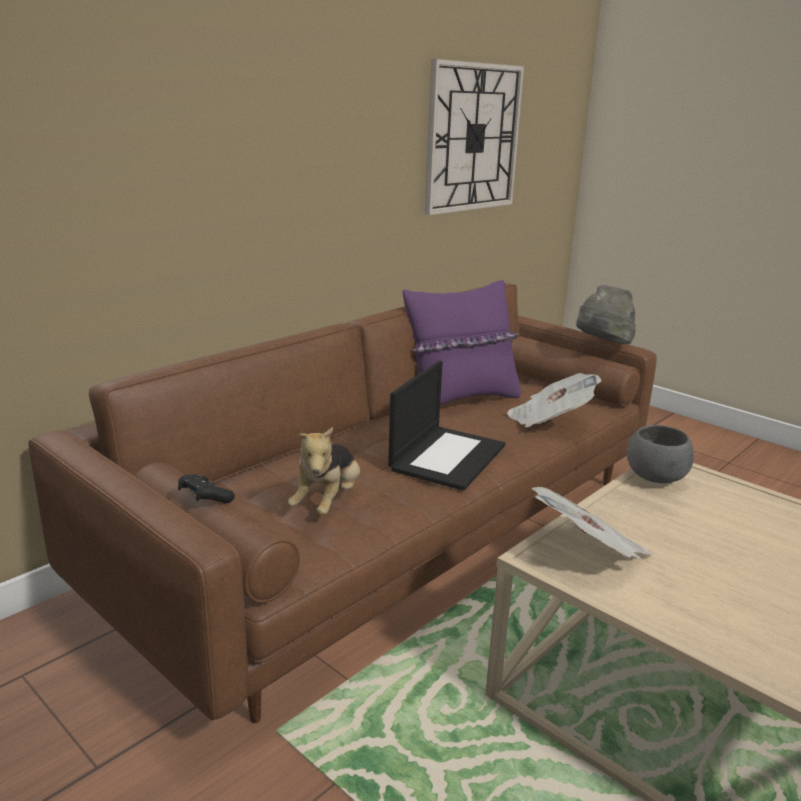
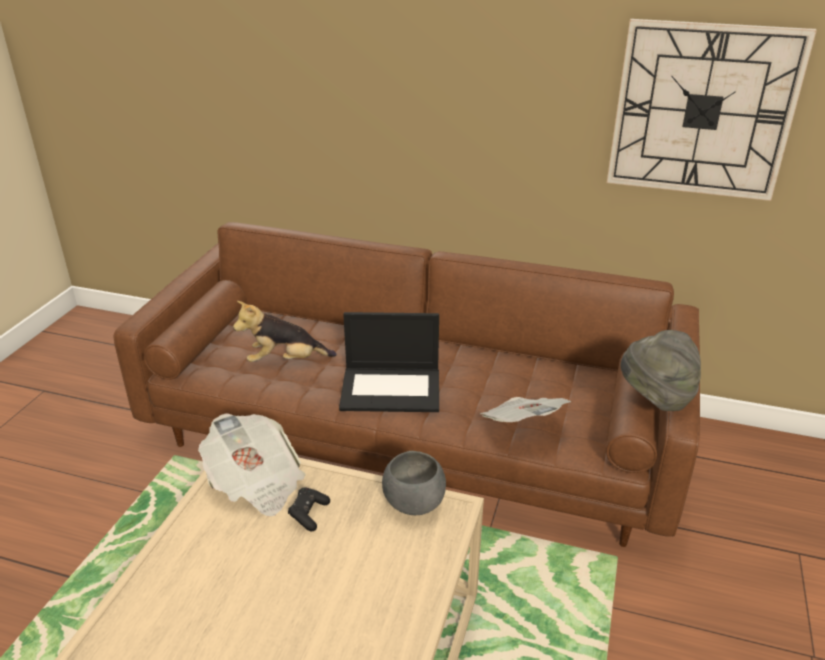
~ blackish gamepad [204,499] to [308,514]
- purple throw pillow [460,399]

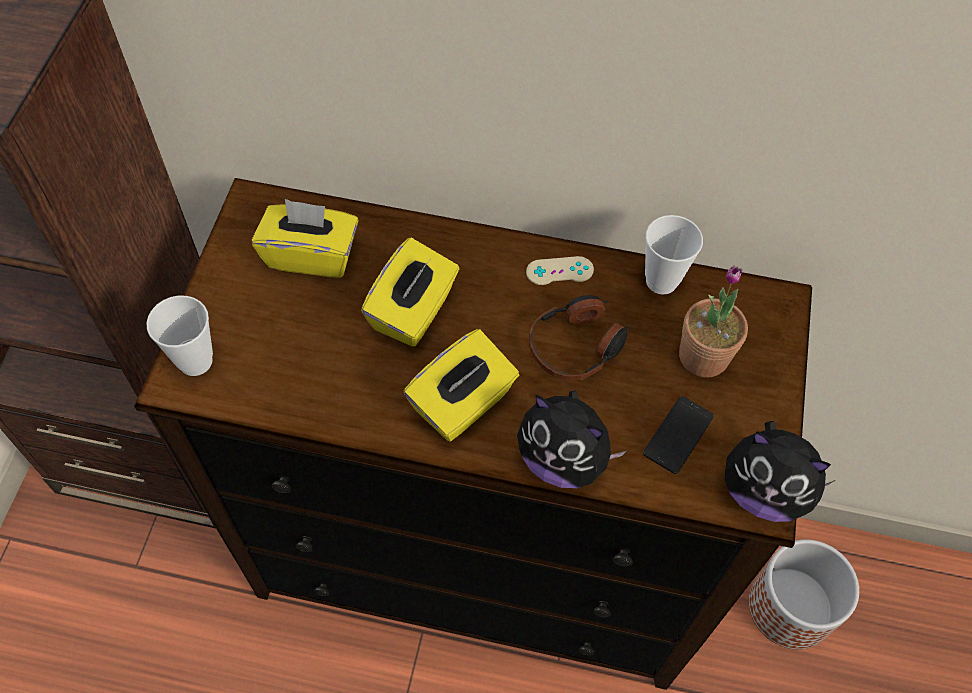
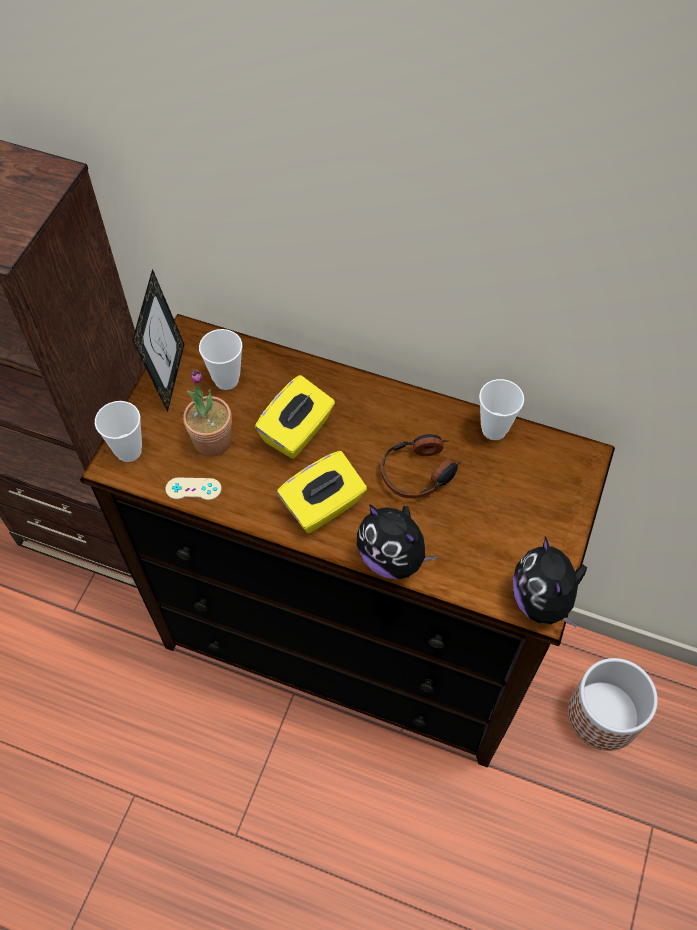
~ yellow-coloured box of tissues [311,255] to small cup [226,380]
~ sand-coloured gamepad [559,271] to [193,489]
- telephone [678,435]
~ potted plant [703,356] to [212,440]
~ plush toy [763,491] = [543,600] 45 degrees clockwise
+ photo frame [169,376]

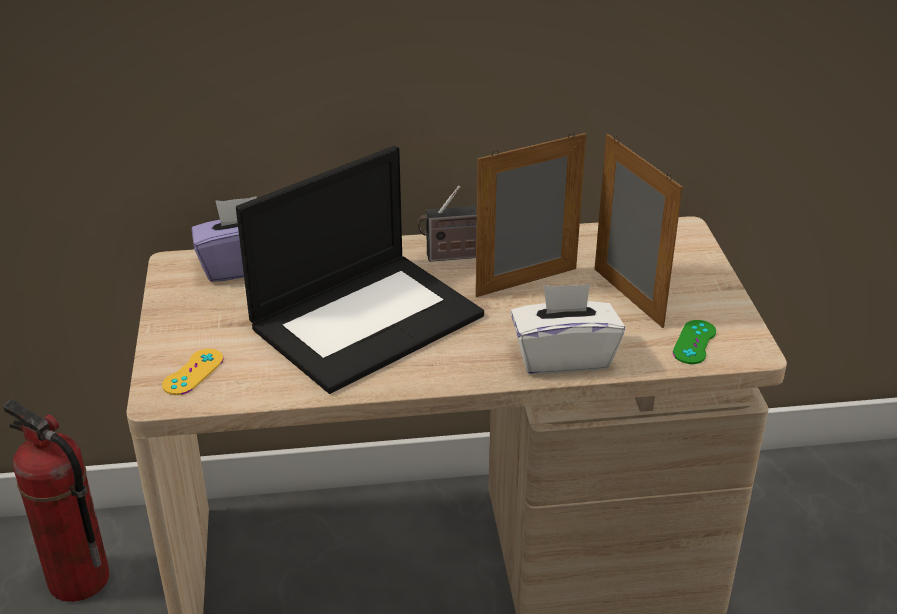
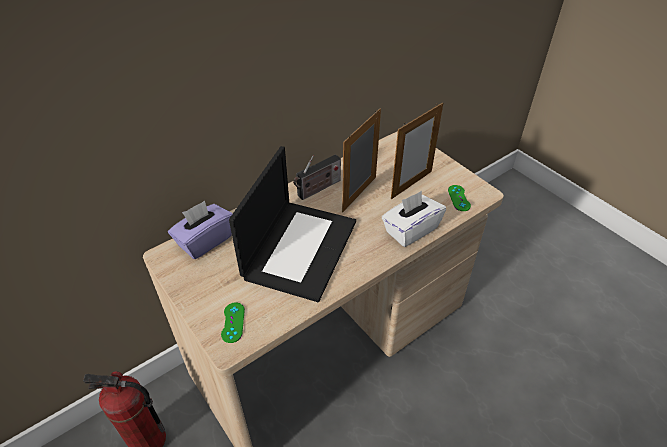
~ yellow-coloured gamepad [193,372] to greenish gamepad [233,322]
~ photo frame [627,297] = [411,184] 105 degrees clockwise

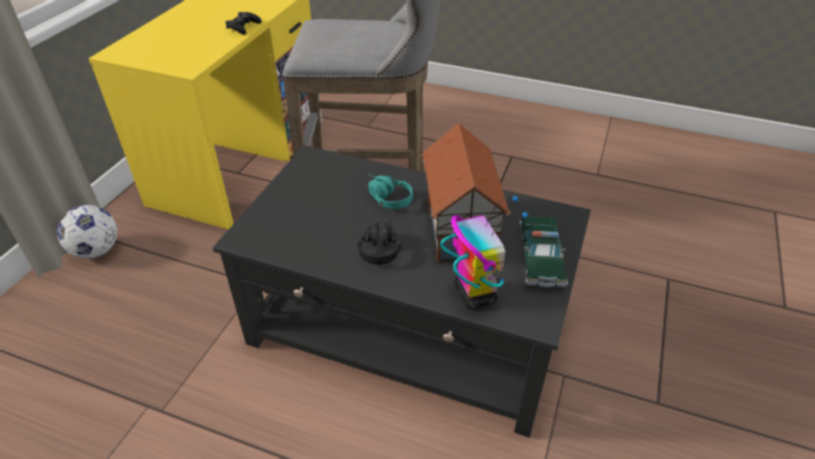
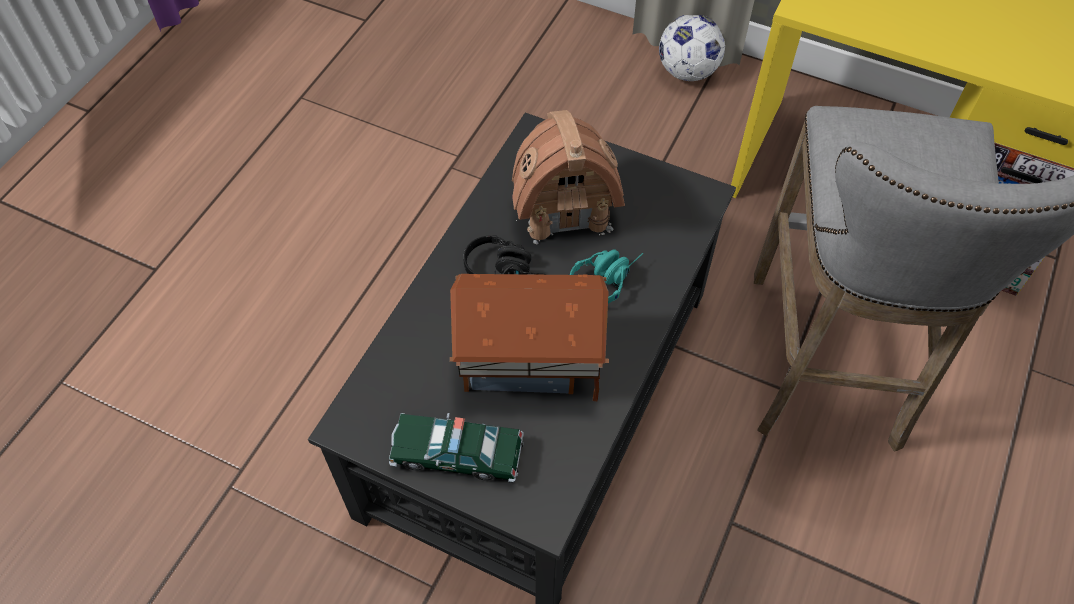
- blackish gamepad [243,27]
- model robot [474,293]
+ model house [563,207]

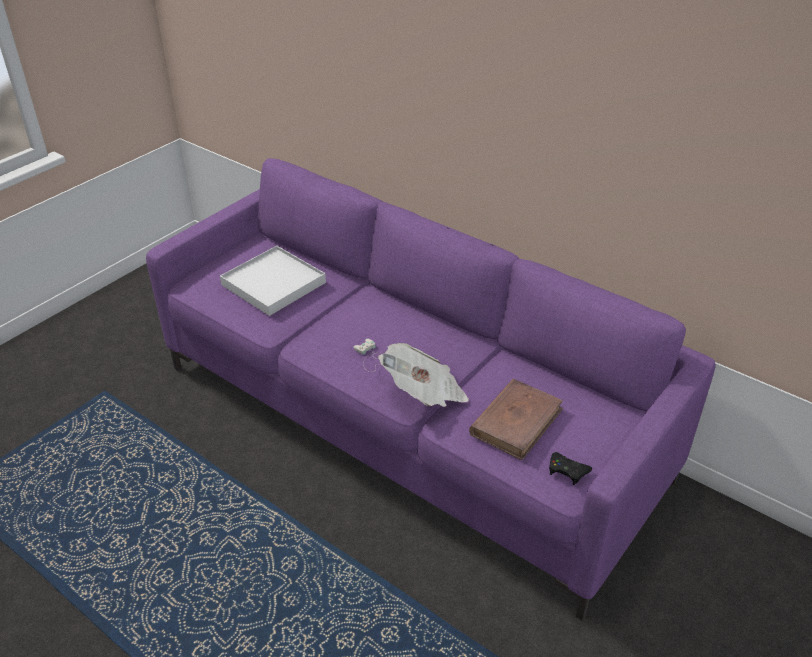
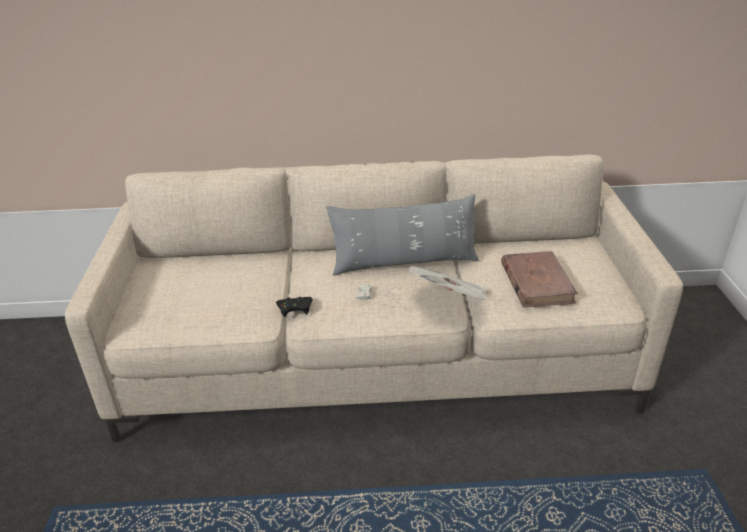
~ purple sofa [406,422] to sand-coloured sofa [376,362]
- whitish tray [273,284]
~ blackish gamepad [567,471] to [295,308]
+ grey throw pillow [404,262]

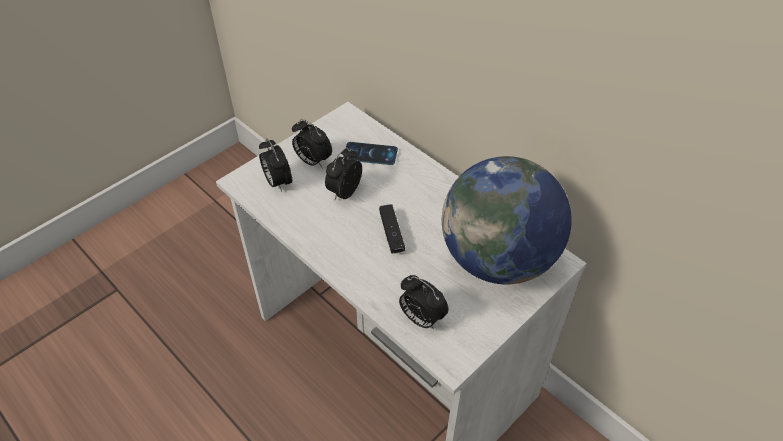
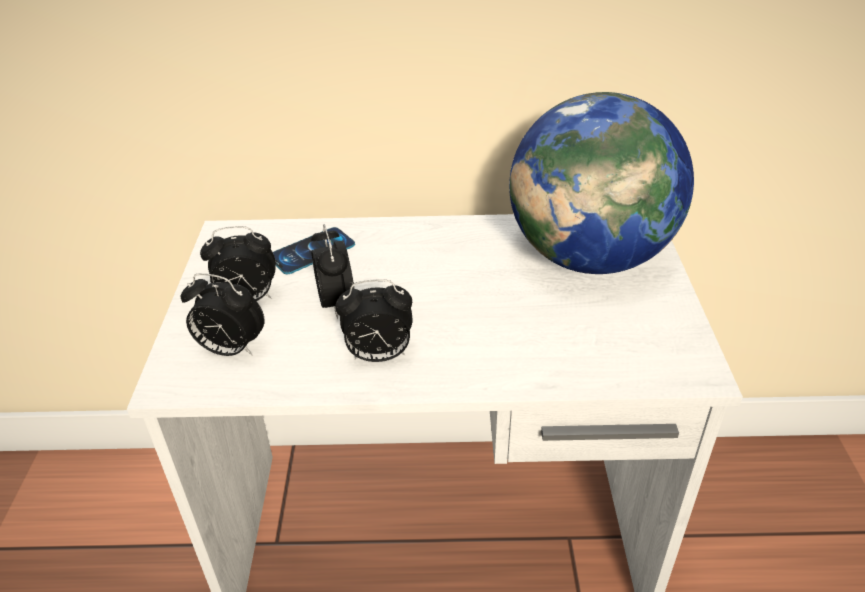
- blackish gamepad [391,233]
~ table clock [421,318] to [378,356]

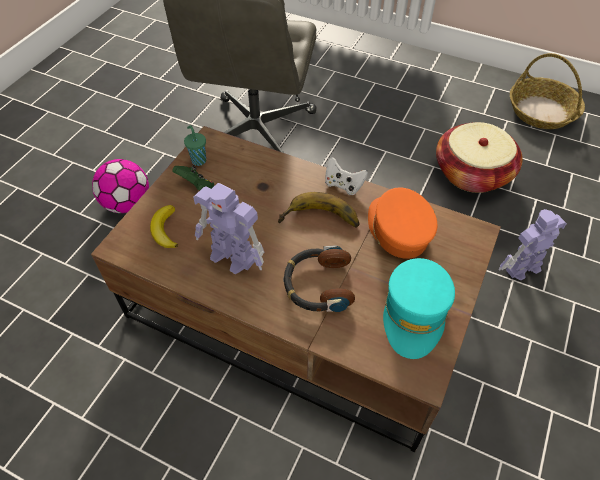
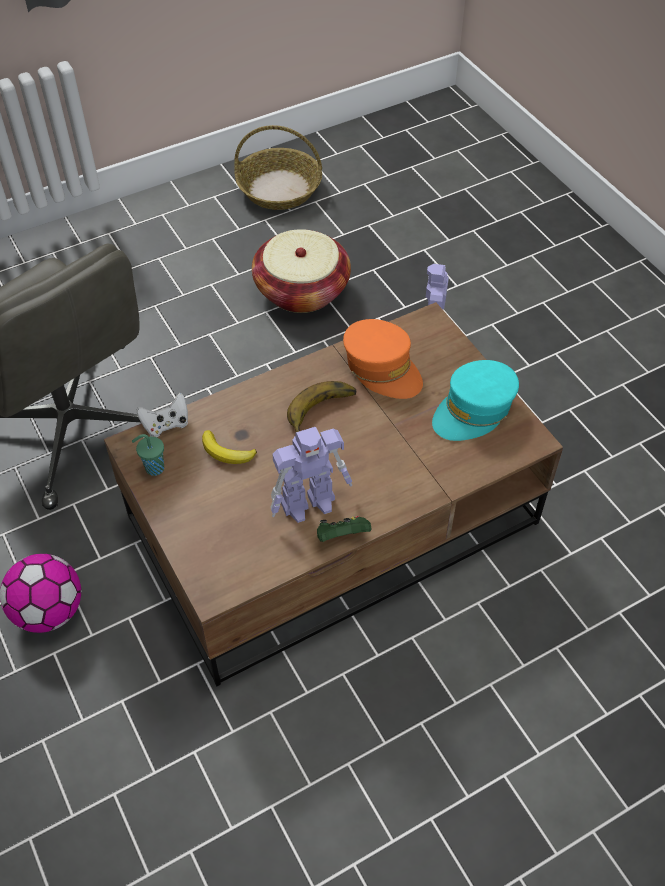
~ banana fruit [165,230] to [226,452]
~ greenish gamepad [197,187] to [342,536]
- headset [318,284]
~ whitish gamepad [343,185] to [166,425]
~ orangey baseball cap [397,230] = [382,368] 150 degrees counterclockwise
~ blue-green baseball cap [415,314] = [474,410] 90 degrees clockwise

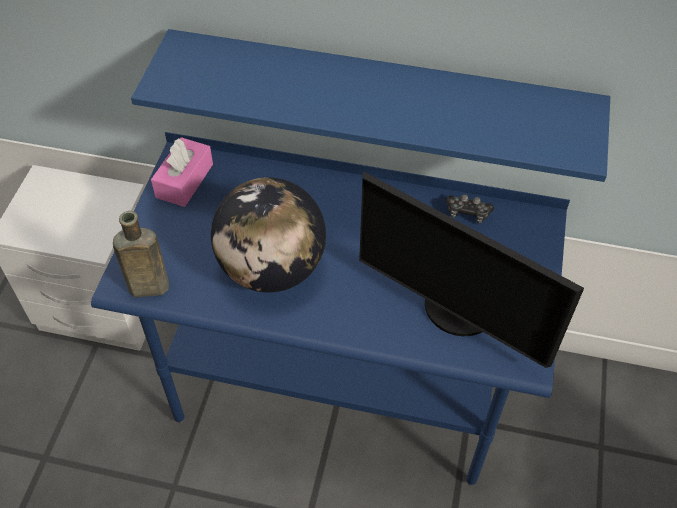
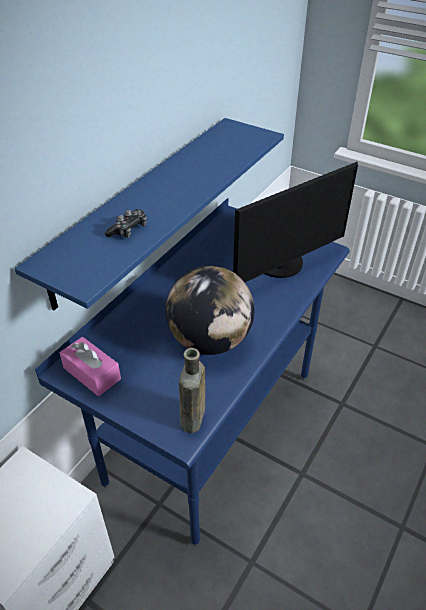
~ gamepad [467,213] to [128,230]

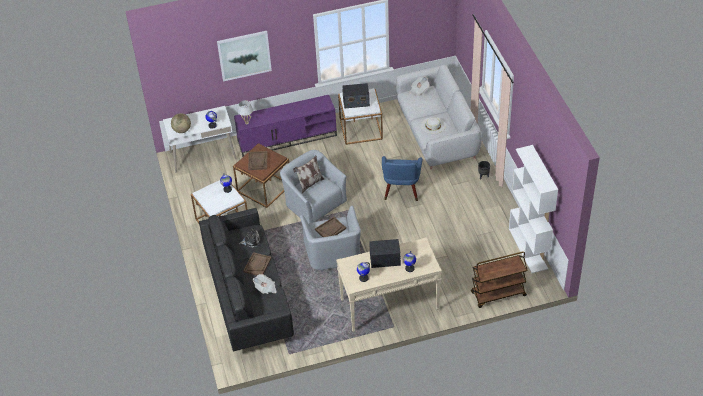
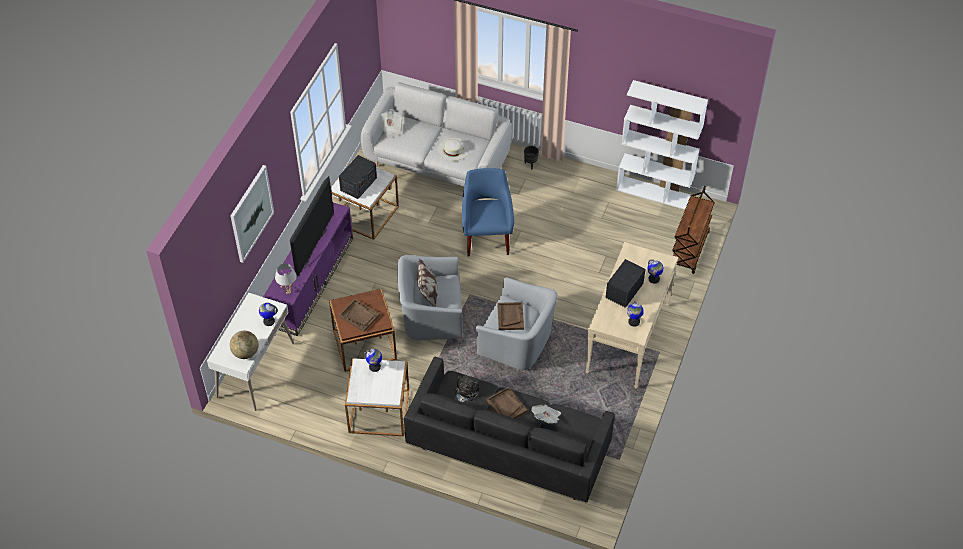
~ blue armchair [401,191] = [487,236] 135 degrees counterclockwise
+ TV [315,248]

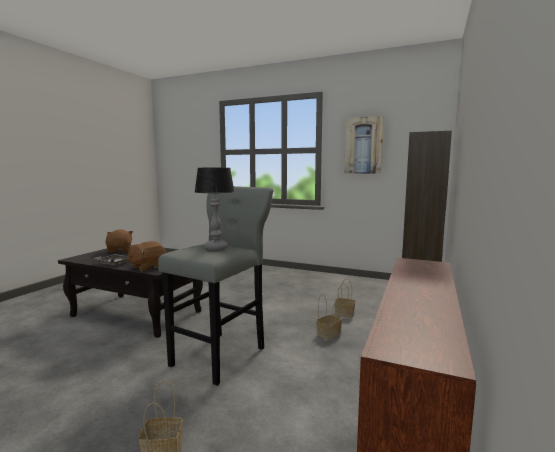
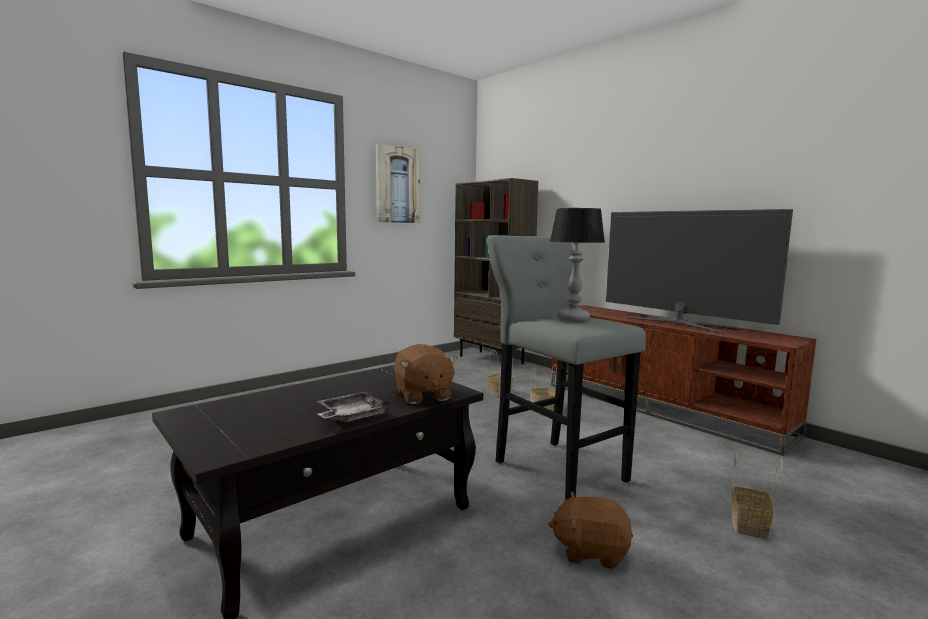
~ brown-coloured plush toy [120,251] to [590,551]
+ TV [680,323]

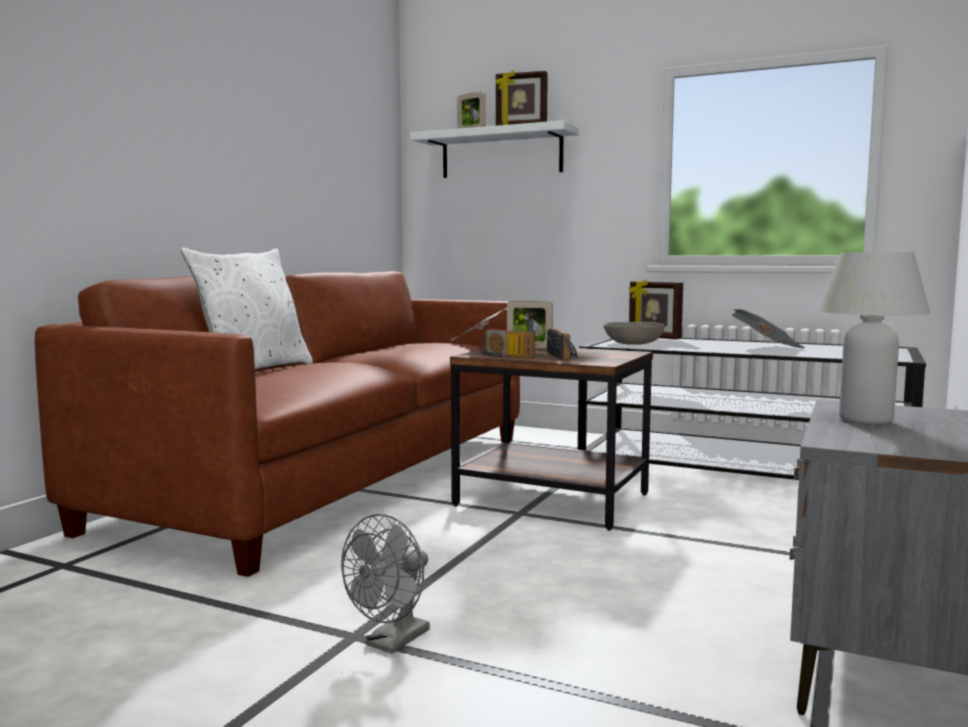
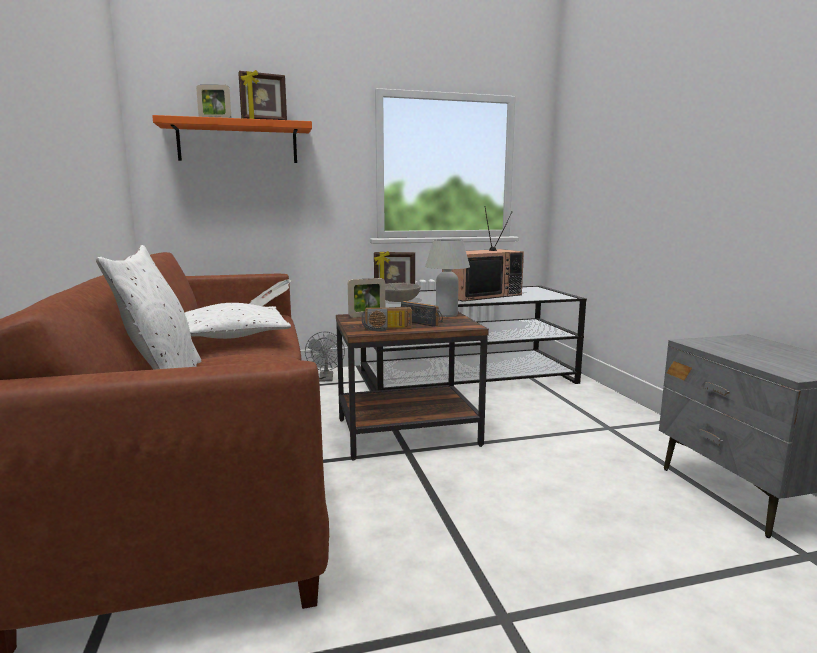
~ grey electric fan [391,643] to [326,379]
~ whitish wall shelf [501,154] to orangey wall shelf [238,143]
~ daily paper [767,348] to TV [481,295]
~ whitish tabletop lamp [865,420] to [446,315]
+ whitish throw pillow [231,336]

